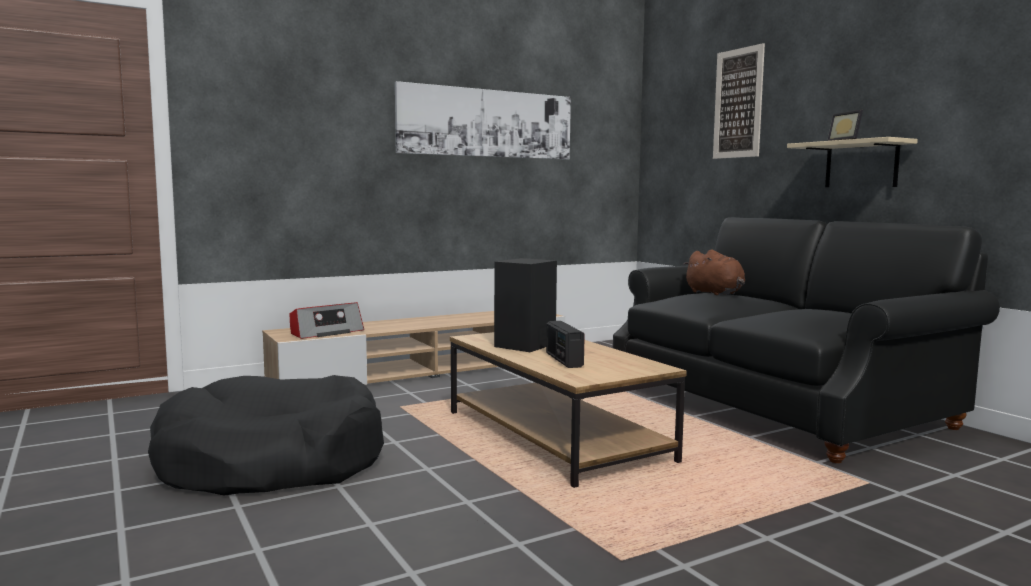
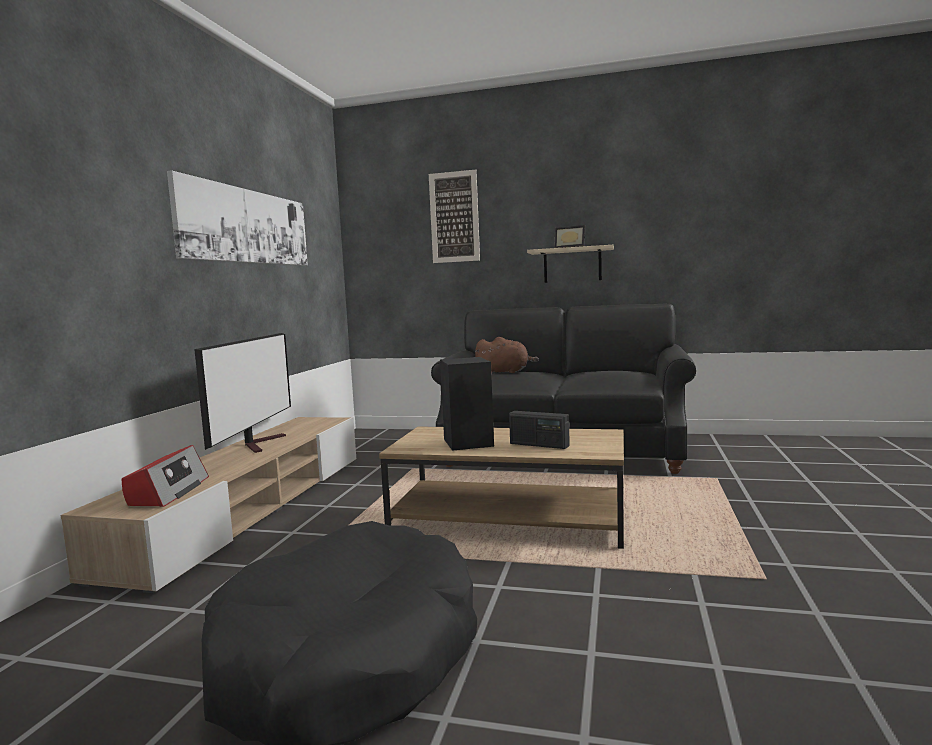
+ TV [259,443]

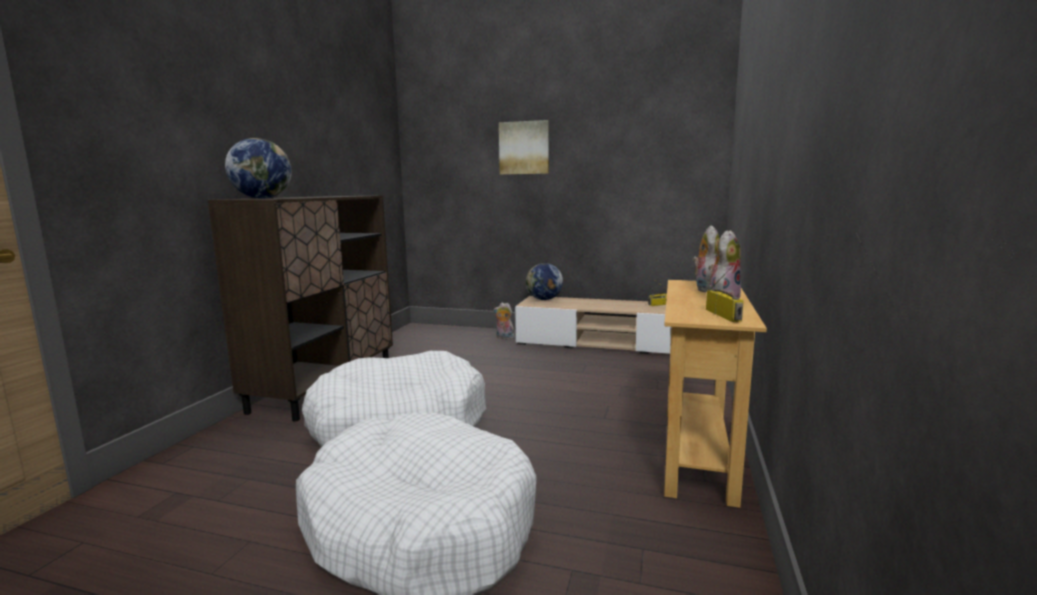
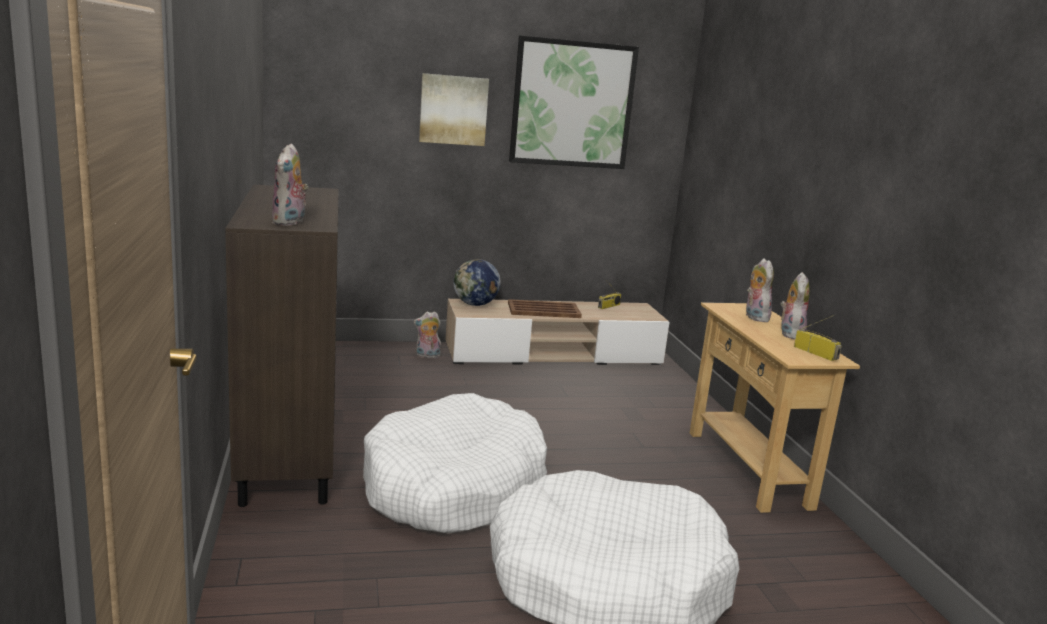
~ globe [262,198] to plush toy [290,222]
+ brown-coloured tray [543,310]
+ wall art [572,104]

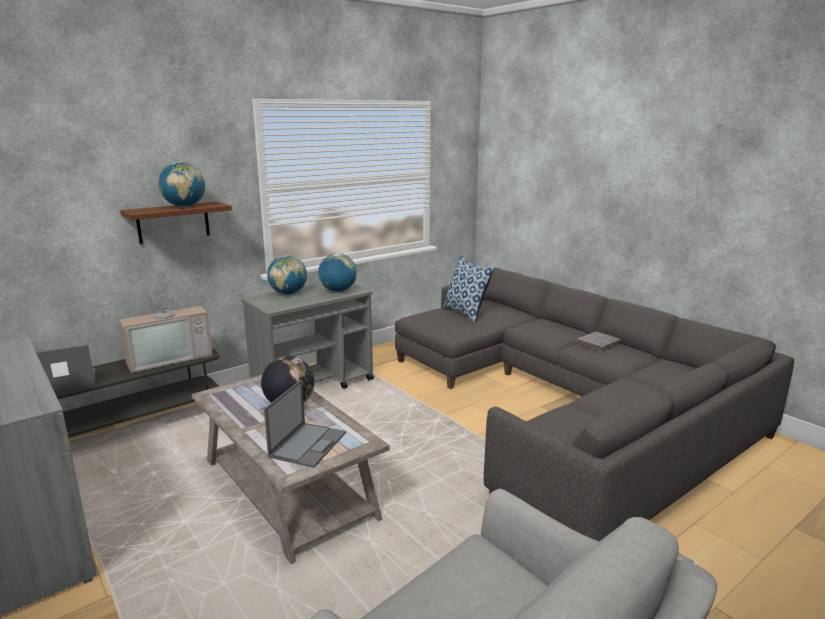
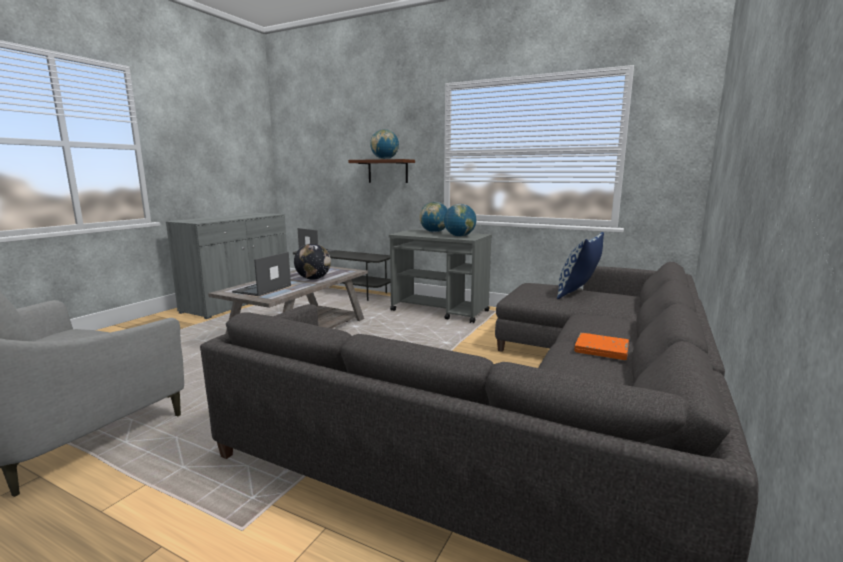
- TV [169,357]
~ laptop [308,444] = [262,289] 120 degrees clockwise
~ grey book [598,344] to orangey book [601,350]

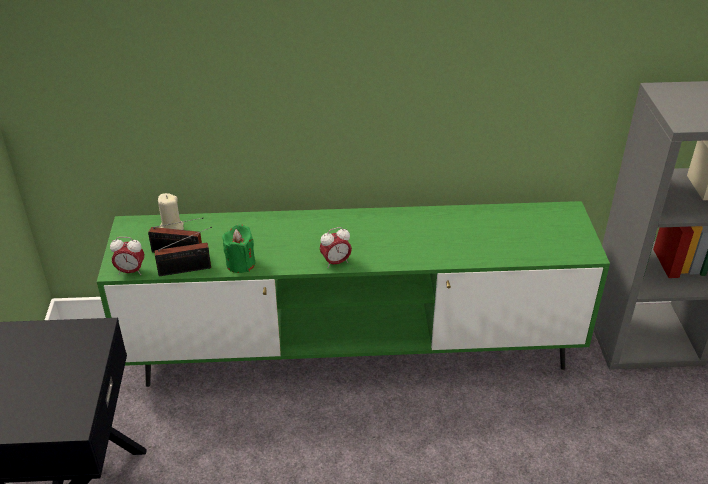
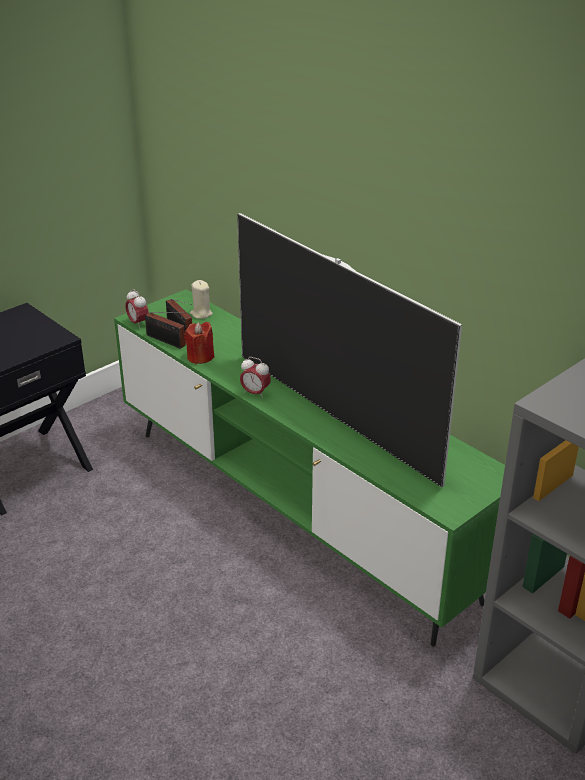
~ greenish candle [240,264] to red candle [200,357]
+ TV [335,416]

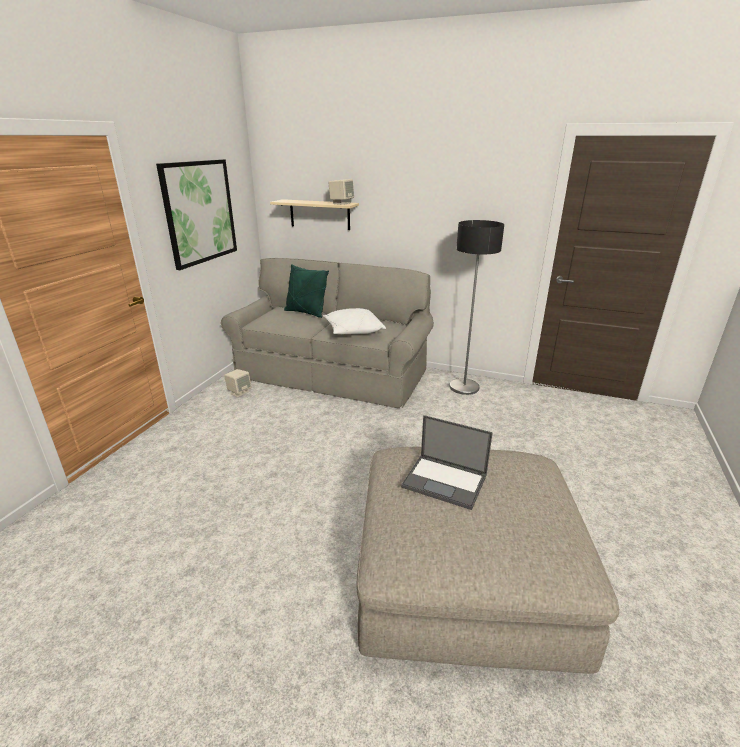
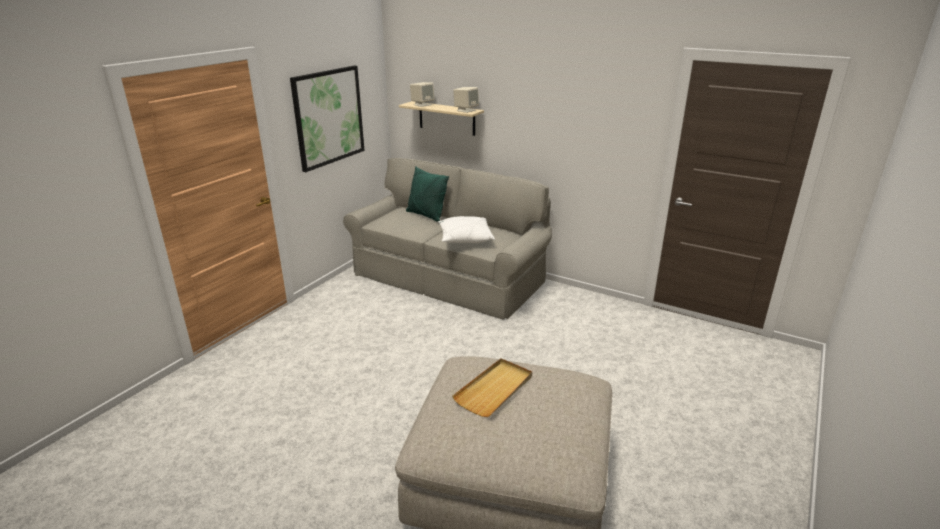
~ sand-coloured speaker [239,392] to [422,104]
~ laptop [445,481] to sand-coloured tray [494,389]
- floor lamp [464,387]

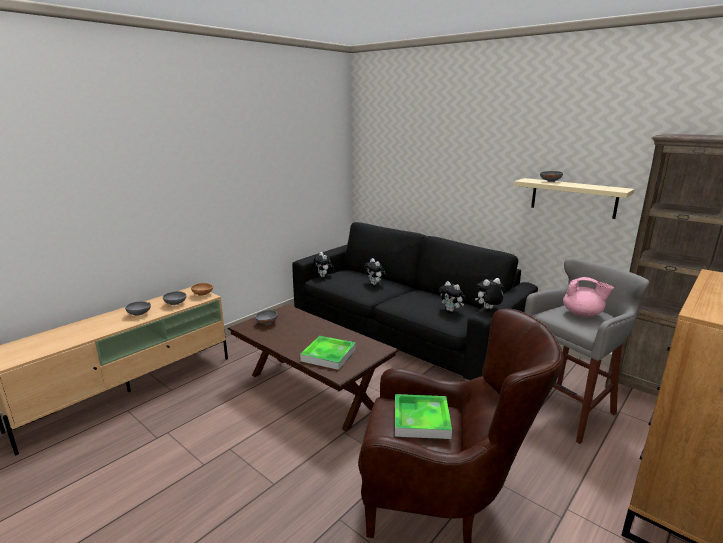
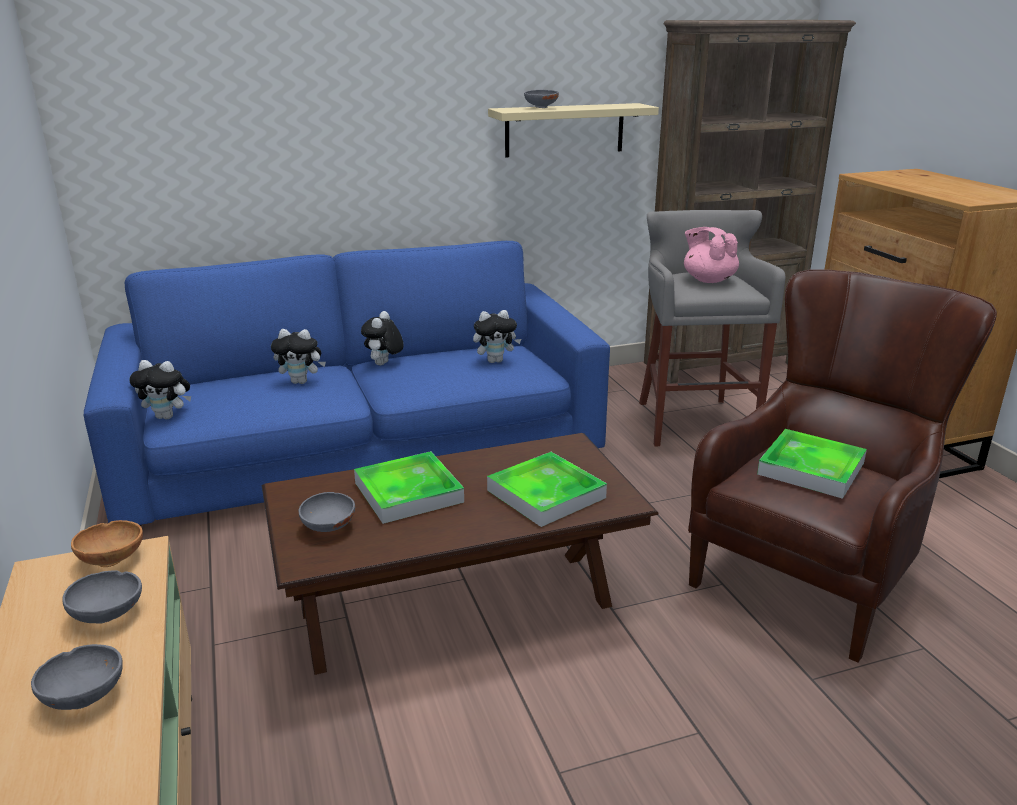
~ blackish sofa [403,327] to blue sofa [361,445]
~ plush toy [488,309] to [384,364]
~ pinkish pot for tea [583,314] = [708,280] 90 degrees counterclockwise
+ tray [408,492]

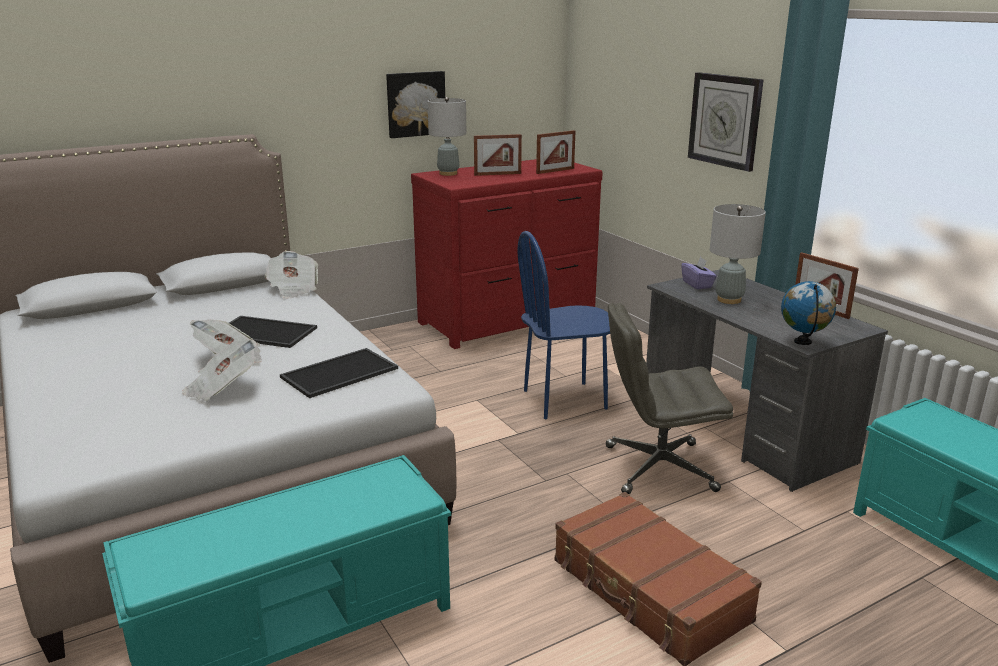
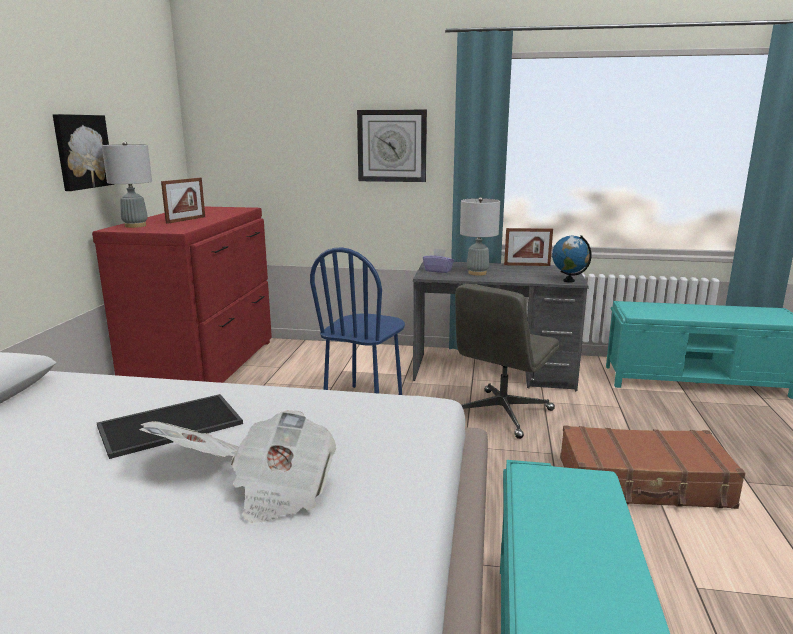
- daily paper [293,289]
- tray [339,374]
- photo frame [555,171]

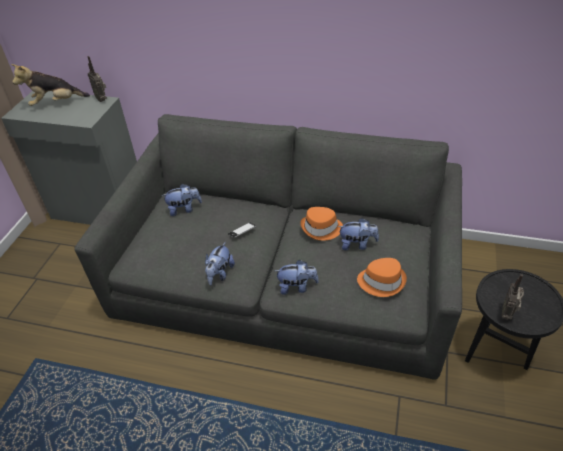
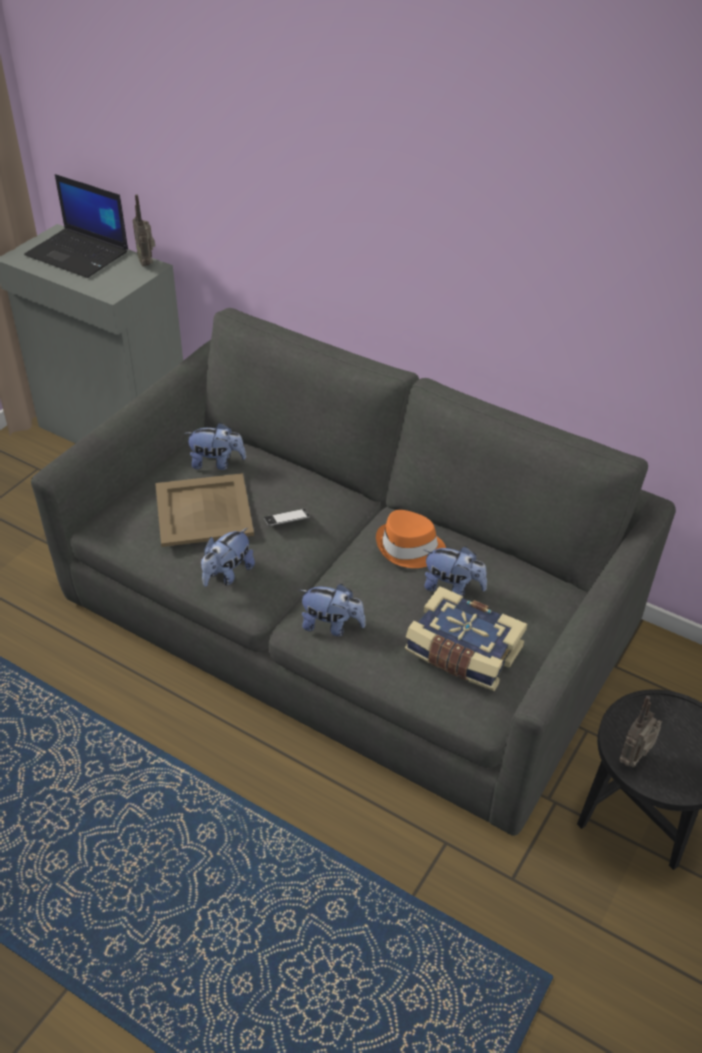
~ plush toy [56,103] to laptop [79,254]
~ orangey clothing hat [381,281] to book [462,653]
+ sand-coloured tray [204,511]

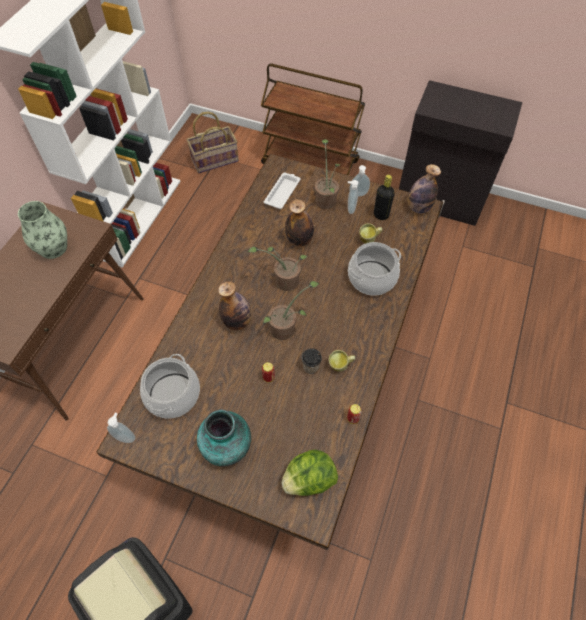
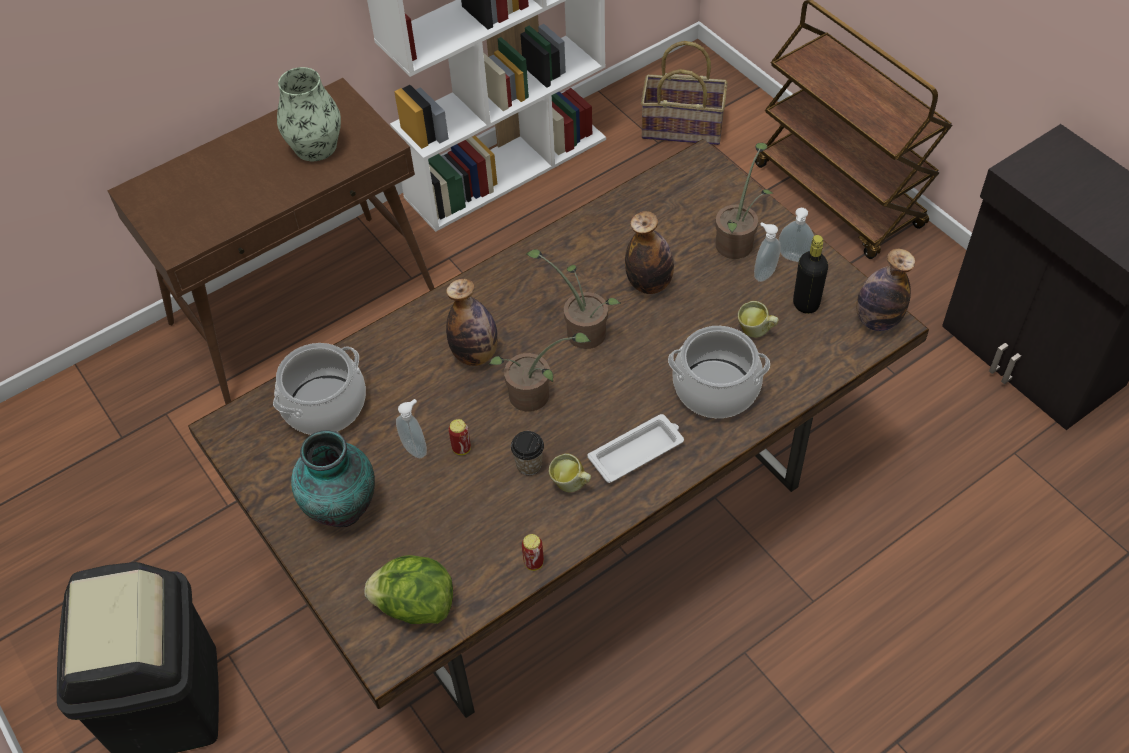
~ soap dispenser [125,437] to [416,448]
~ whitish tray [282,192] to [637,451]

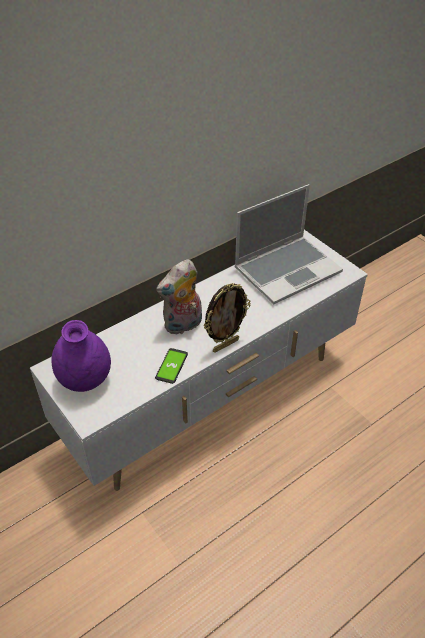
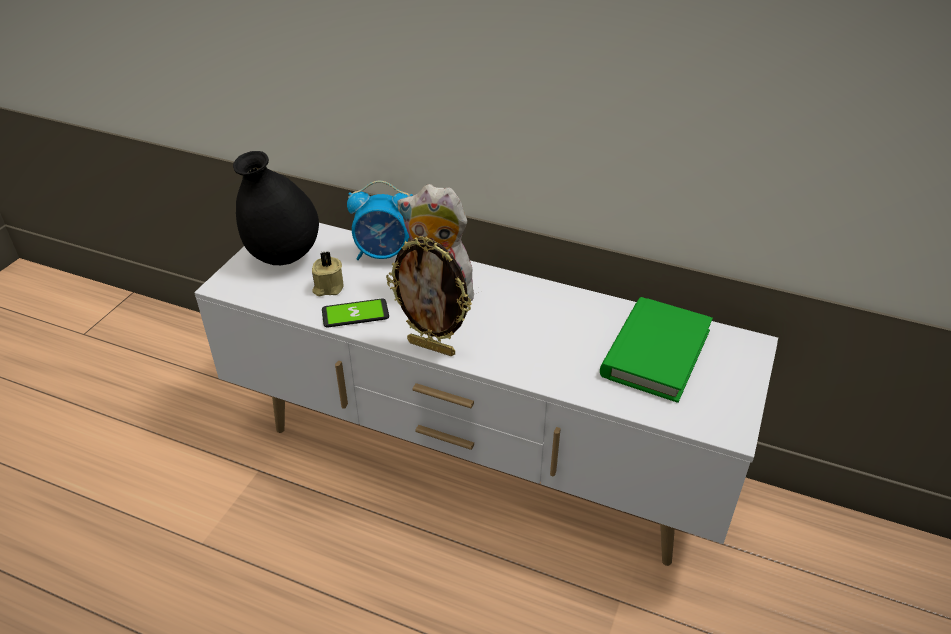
~ purple flower vase [85,381] to blackish flower vase [284,257]
~ laptop [287,269] to greenish book [655,353]
+ sand-coloured candle [328,287]
+ table clock [384,255]

